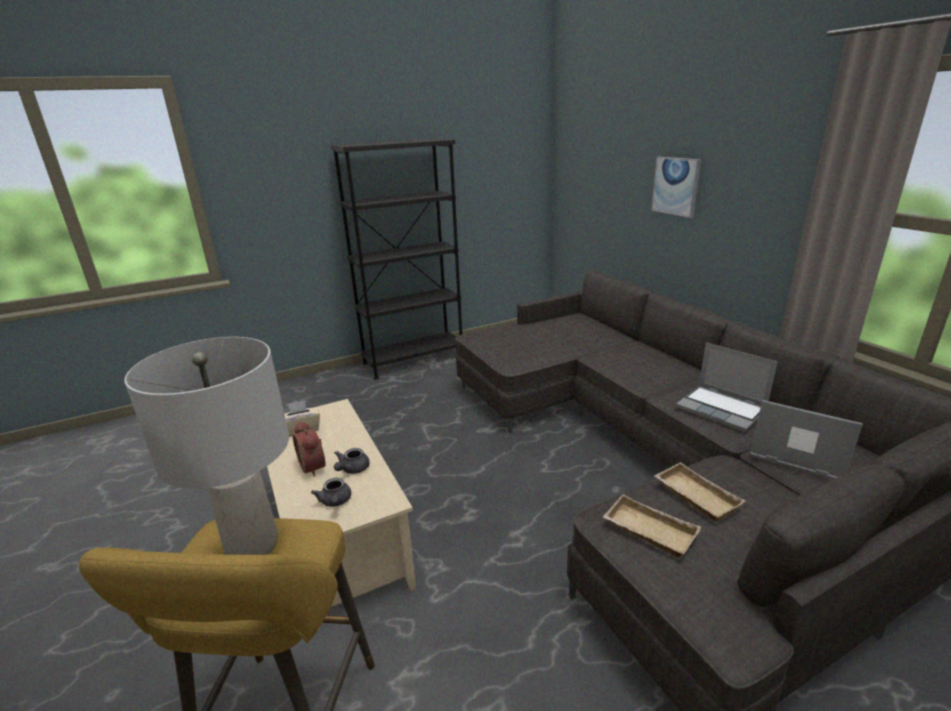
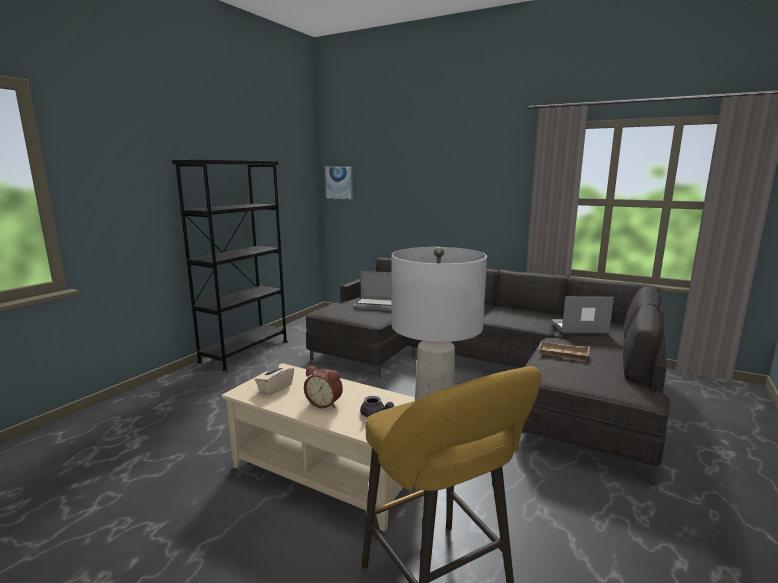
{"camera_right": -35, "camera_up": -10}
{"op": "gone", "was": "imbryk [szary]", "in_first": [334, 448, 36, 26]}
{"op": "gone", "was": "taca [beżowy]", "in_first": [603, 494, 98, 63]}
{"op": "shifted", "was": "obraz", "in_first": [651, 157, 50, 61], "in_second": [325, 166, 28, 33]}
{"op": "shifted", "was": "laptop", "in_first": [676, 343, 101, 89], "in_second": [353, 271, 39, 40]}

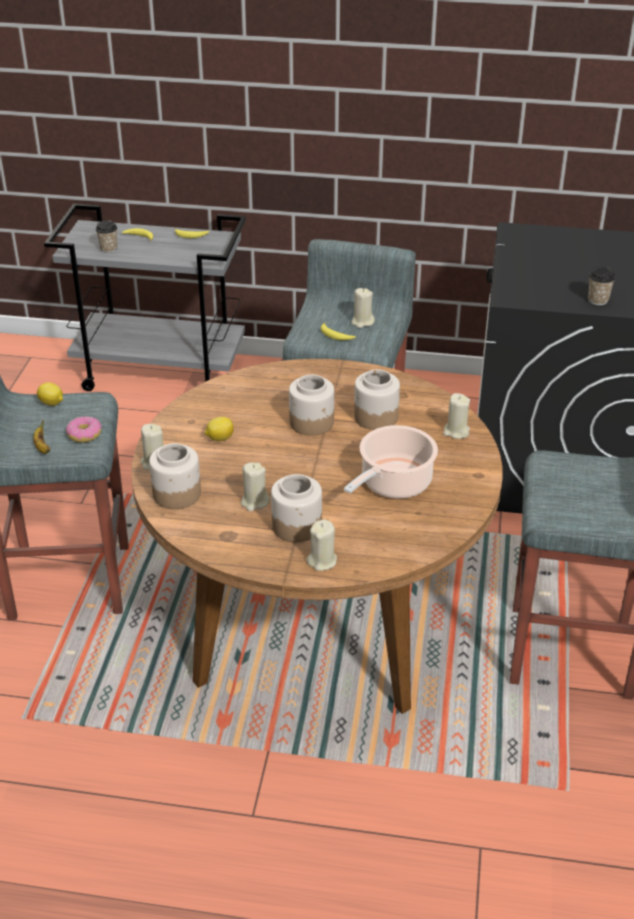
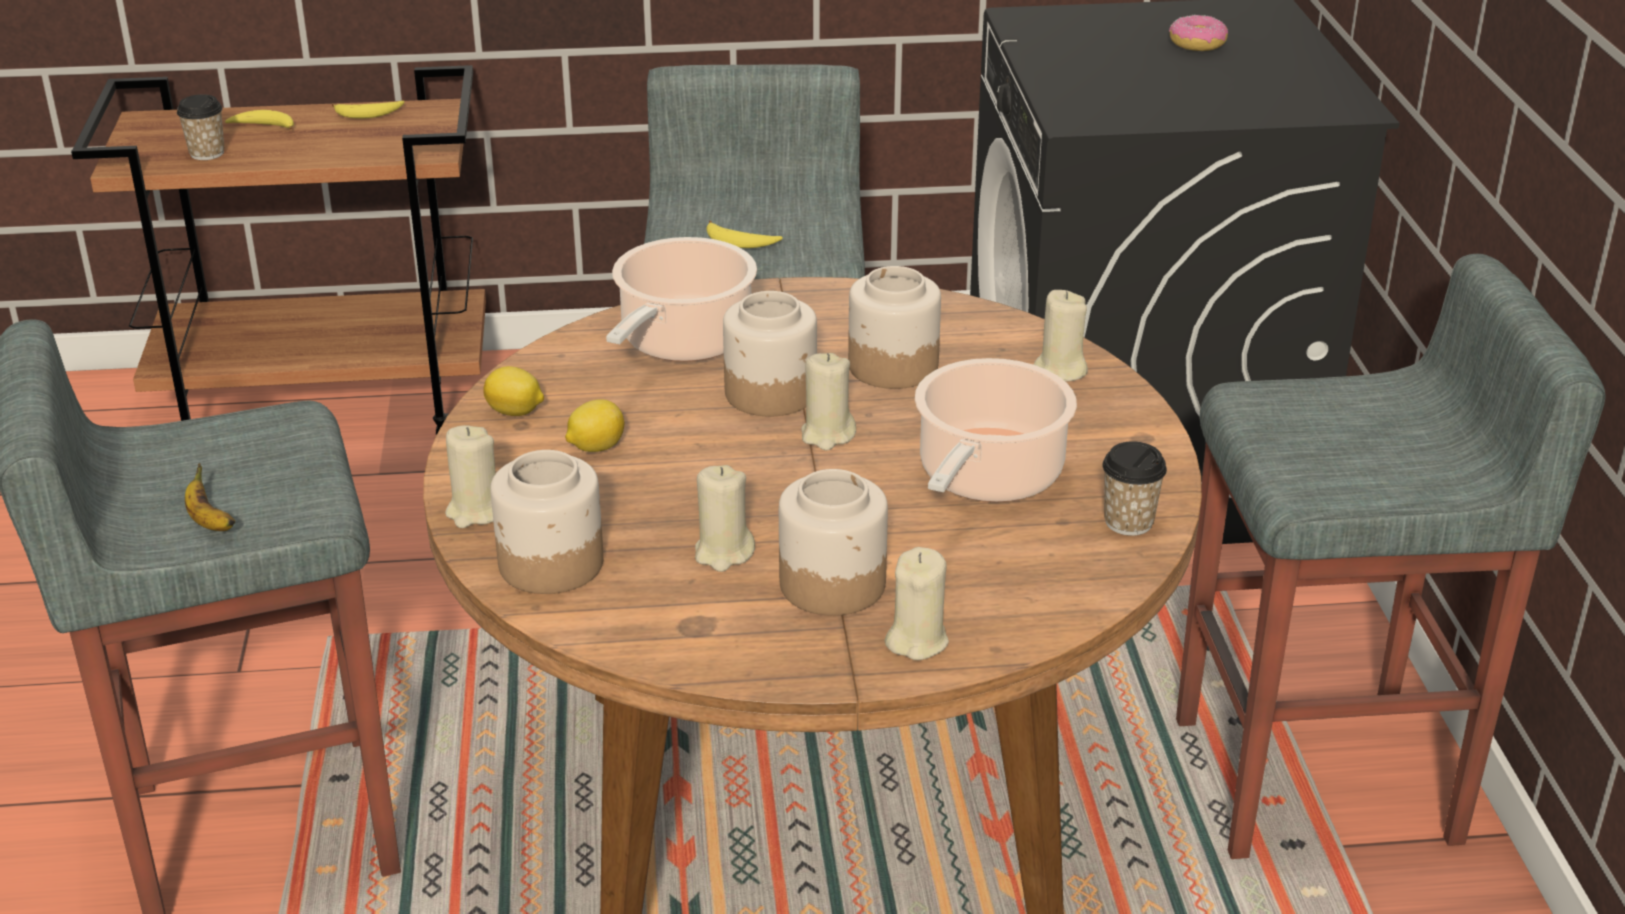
{"camera_right": -15, "camera_up": -5}
{"op": "new", "now": "garnek", "in_second": [606, 237, 151, 125]}
{"op": "shifted", "was": "cytryna", "in_first": [37, 382, 26, 24], "in_second": [483, 366, 61, 50]}
{"op": "shifted", "was": "donut", "in_first": [66, 416, 35, 27], "in_second": [1169, 15, 59, 36]}
{"op": "shifted", "was": "świeca [beżowy]", "in_first": [351, 288, 24, 40], "in_second": [801, 353, 55, 98]}
{"op": "shifted", "was": "filiżanka", "in_first": [588, 267, 27, 38], "in_second": [1102, 441, 65, 95]}
{"op": "repainted", "was": "wózek [szary]", "now": "wózek [brązowy]", "in_first": [44, 204, 202, 187], "in_second": [71, 65, 415, 370]}

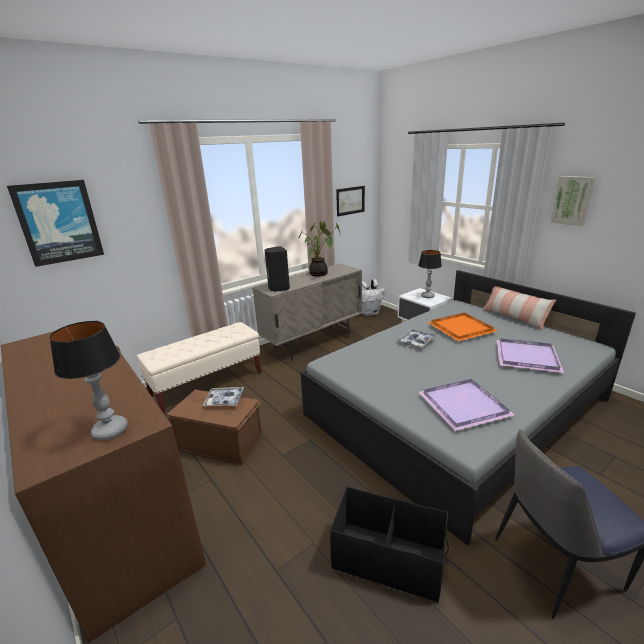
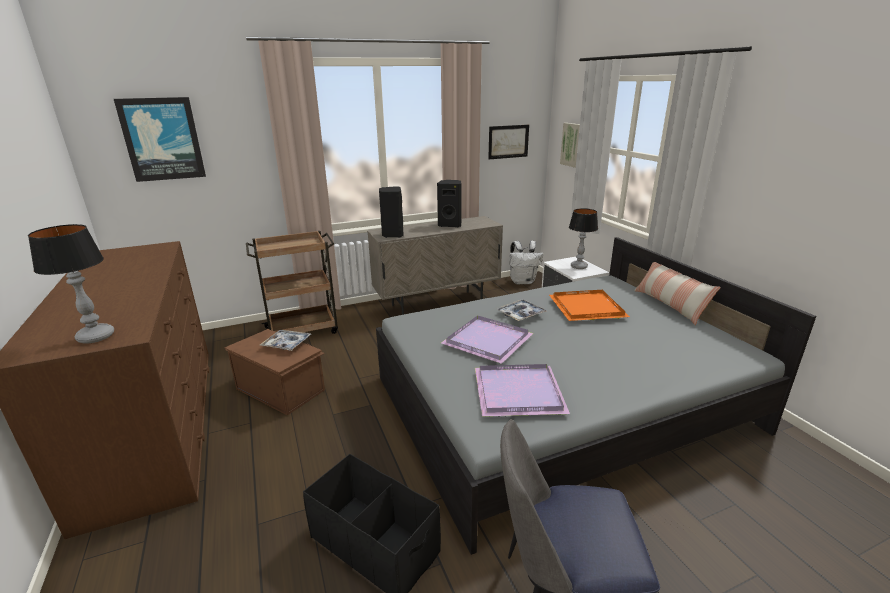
{"camera_right": 15, "camera_up": 0}
{"op": "shifted", "was": "taca [fioletowy]", "in_first": [497, 339, 67, 34], "in_second": [441, 315, 92, 49]}
{"op": "shifted", "was": "obraz", "in_first": [550, 176, 45, 50], "in_second": [560, 123, 20, 45]}
{"op": "swapped", "was": "ławka [beżowy]", "now": "wózek [brązowy]", "in_first": [137, 322, 125, 91], "in_second": [246, 231, 92, 103]}
{"op": "swapped", "was": "roślina doniczkowa", "now": "głośnik [czarny]", "in_first": [298, 221, 43, 56], "in_second": [437, 180, 24, 47]}

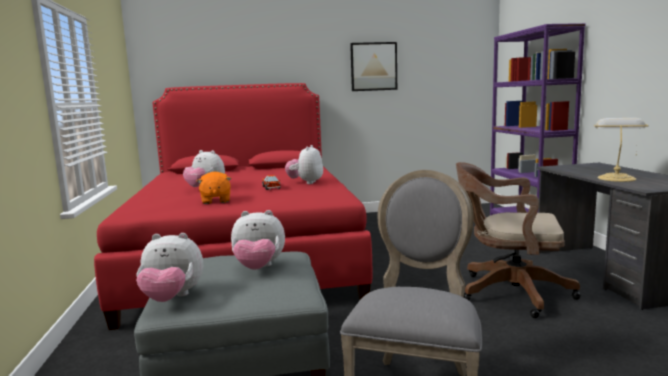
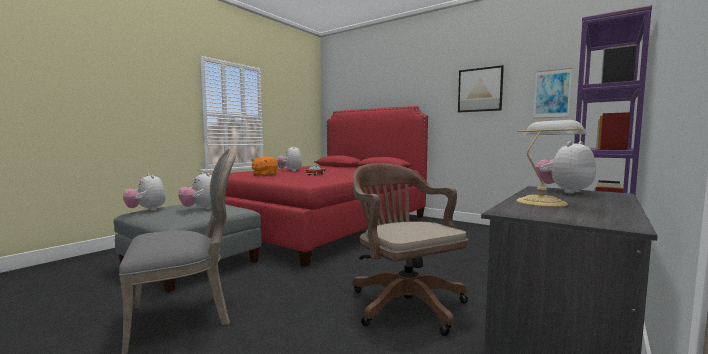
{"camera_right": 45, "camera_up": -5}
{"op": "new", "now": "obraz", "in_second": [533, 68, 39, 51]}
{"op": "shifted", "was": "pluszak", "in_first": [285, 145, 38, 39], "in_second": [535, 141, 61, 52]}

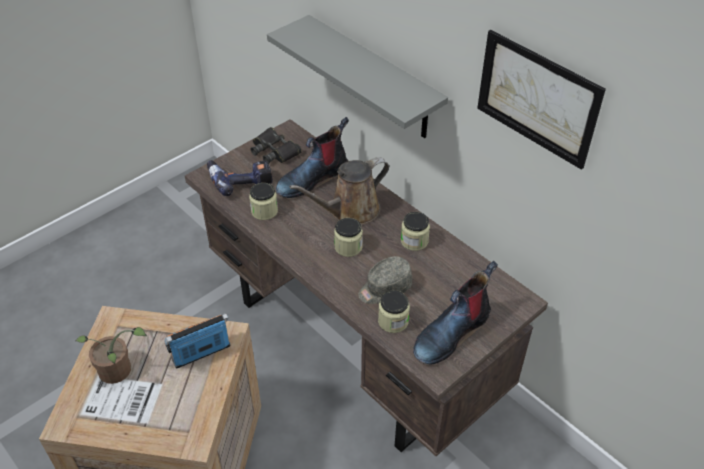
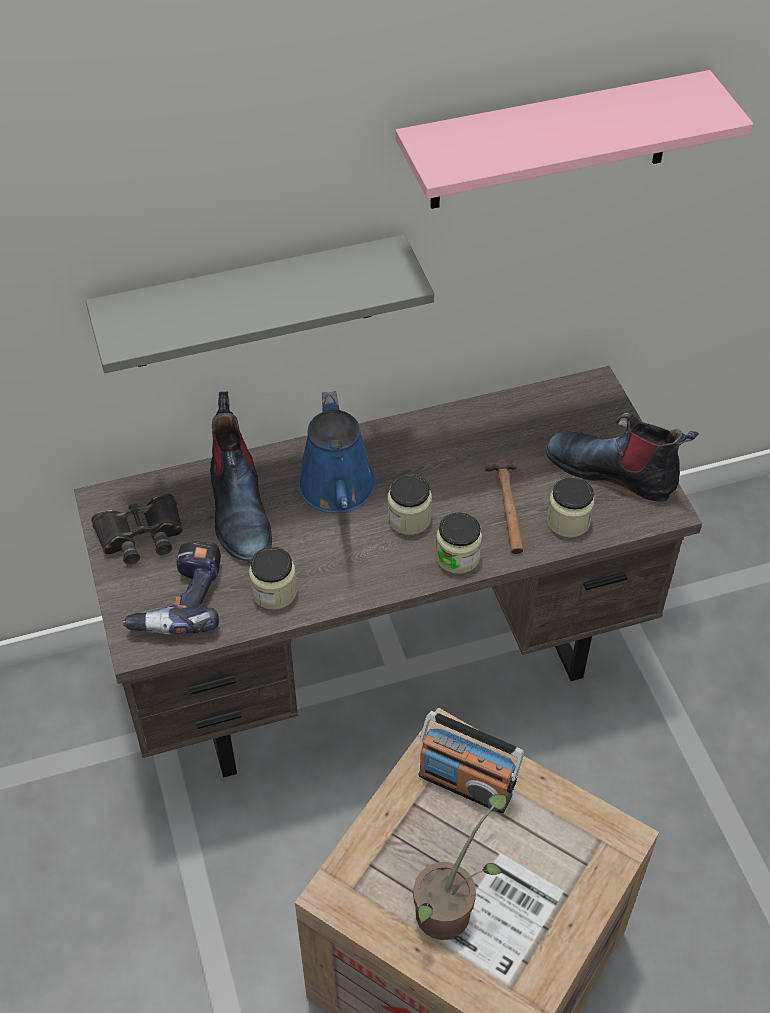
{"camera_right": -65, "camera_up": 5}
{"op": "shifted", "was": "słoik", "in_first": [401, 212, 29, 39], "in_second": [436, 512, 46, 62]}
{"op": "swapped", "was": "czapka z daszkiem [szary]", "now": "młotek", "in_first": [358, 256, 54, 48], "in_second": [484, 459, 39, 95]}
{"op": "swapped", "was": "obraz", "now": "półka [różowy]", "in_first": [477, 30, 129, 140], "in_second": [396, 70, 358, 139]}
{"op": "repainted", "was": "konewka [brązowy]", "now": "konewka [niebieski]", "in_first": [289, 157, 100, 67], "in_second": [298, 391, 78, 122]}
{"op": "rotated", "was": "radio", "in_first": [165, 313, 66, 56], "in_second": [419, 711, 105, 103], "clockwise": -60}
{"op": "rotated", "was": "but z cholewką", "in_first": [413, 261, 85, 104], "in_second": [546, 412, 153, 90], "clockwise": 135}

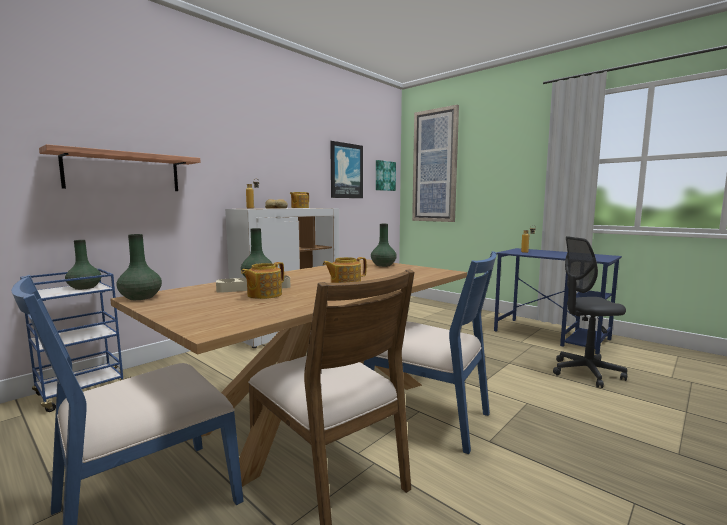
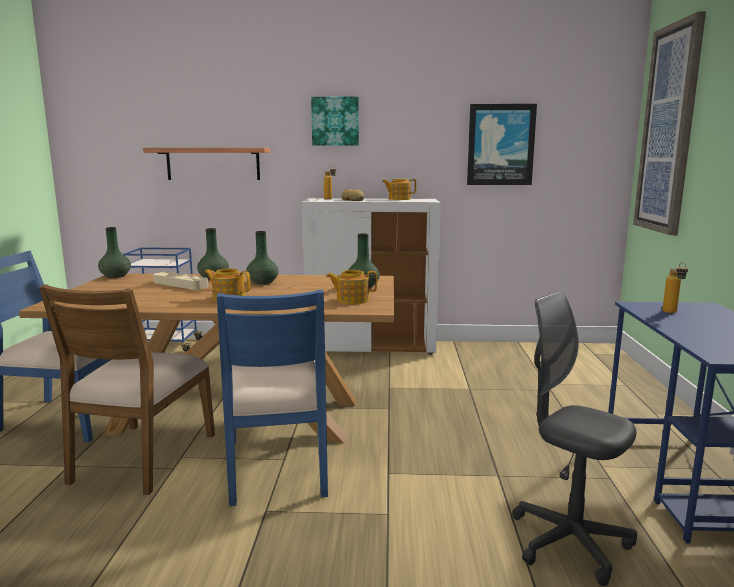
{"camera_right": 50, "camera_up": 5}
{"op": "shifted", "was": "wazon [zielony]", "in_first": [65, 240, 36, 50], "in_second": [246, 231, 33, 54]}
{"op": "shifted", "was": "imbryk", "in_first": [241, 262, 43, 37], "in_second": [326, 270, 51, 34]}
{"op": "shifted", "was": "obraz", "in_first": [376, 160, 20, 31], "in_second": [311, 97, 48, 49]}

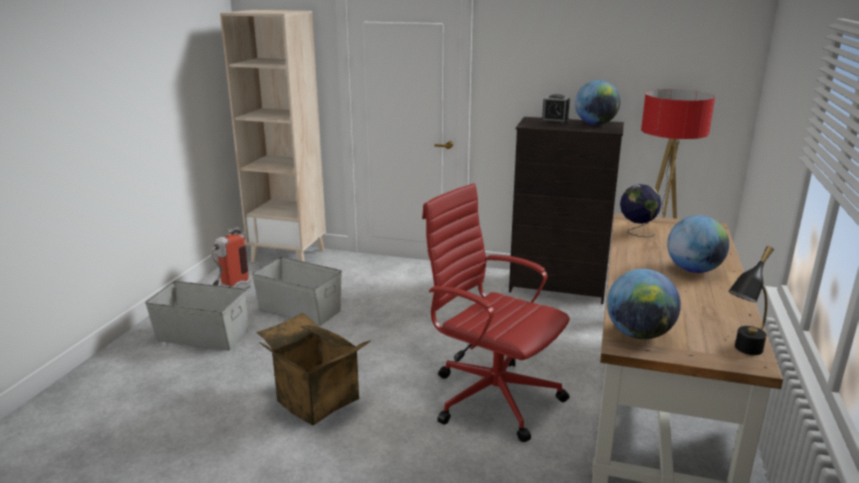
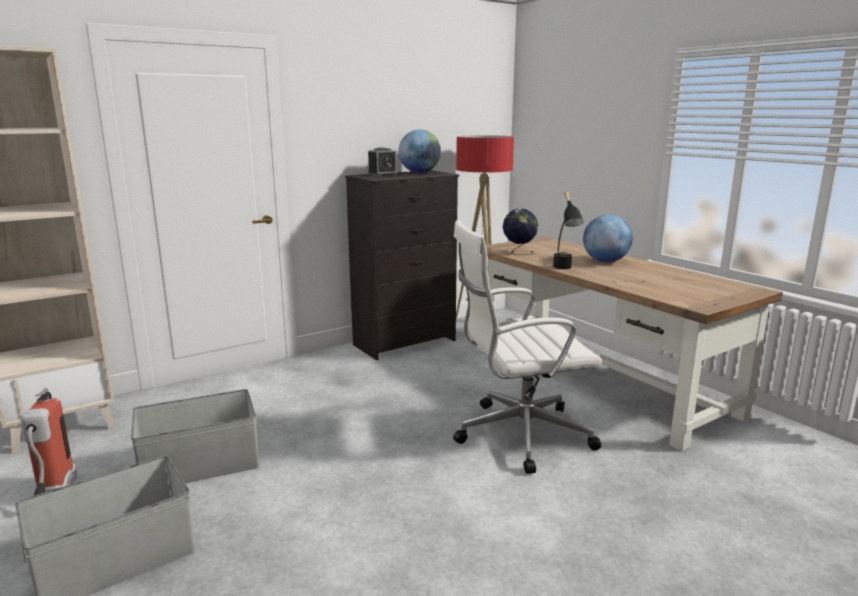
{"camera_right": -50, "camera_up": -5}
{"op": "gone", "was": "karton", "in_first": [256, 313, 115, 112]}
{"op": "gone", "was": "globus", "in_first": [607, 269, 74, 70]}
{"op": "shifted", "was": "lampa stołowa [czarny]", "in_first": [728, 246, 46, 109], "in_second": [553, 191, 31, 78]}
{"op": "repainted", "was": "krzesło biurowe [czerwony]", "now": "krzesło biurowe [biały]", "in_first": [422, 183, 148, 259], "in_second": [453, 220, 149, 254]}

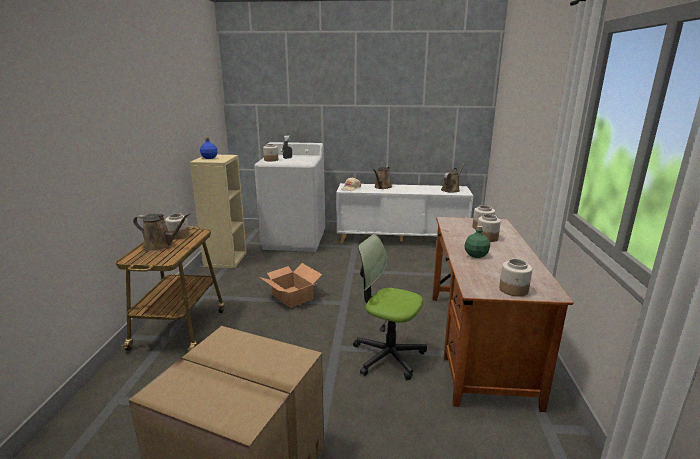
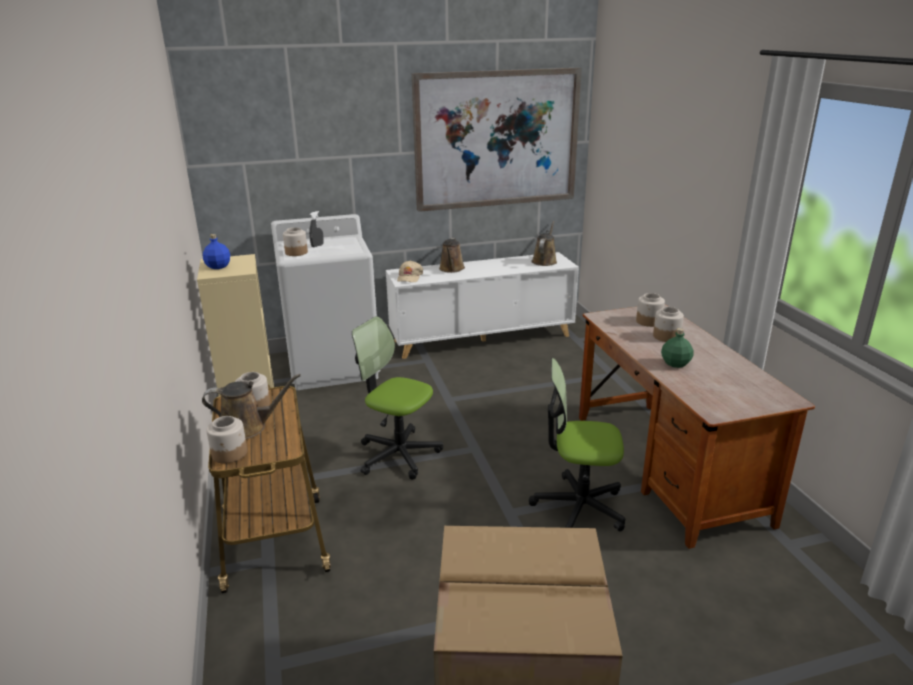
{"camera_right": -20, "camera_up": 5}
{"op": "new", "now": "obraz", "in_second": [412, 68, 170, 144]}
{"op": "shifted", "was": "słoik", "in_first": [499, 259, 33, 38], "in_second": [206, 416, 41, 48]}
{"op": "swapped", "was": "karton", "now": "krzesło biurowe", "in_first": [260, 263, 62, 45], "in_second": [352, 316, 91, 164]}

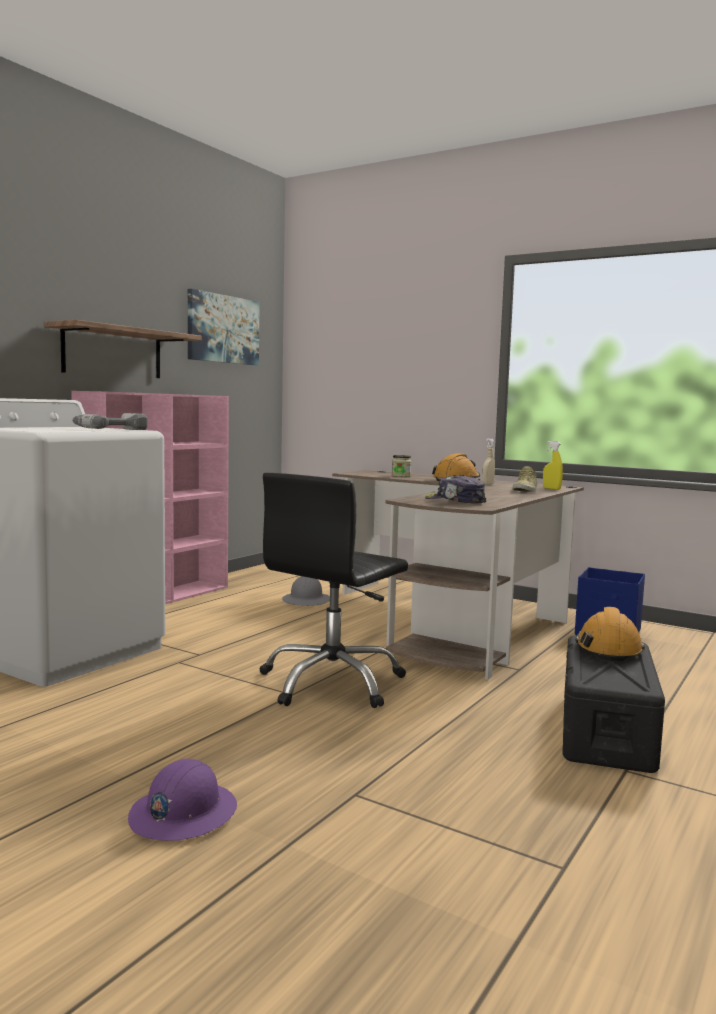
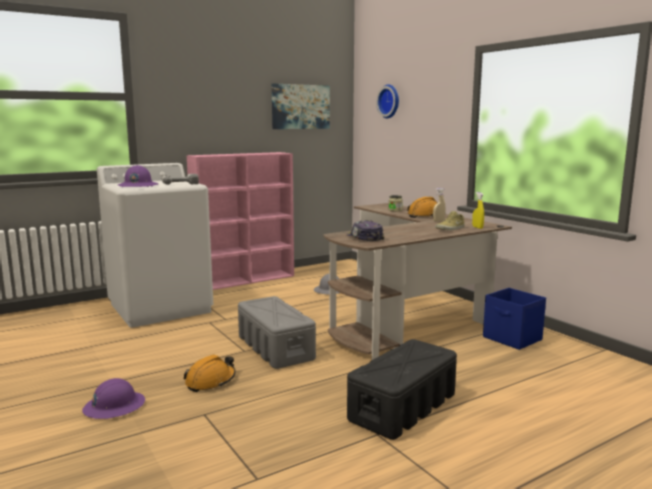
{"camera_right": 25, "camera_up": 5}
{"op": "gone", "was": "półka", "in_first": [44, 320, 157, 58]}
{"op": "new", "now": "kask [fioletowy]", "in_second": [118, 165, 41, 22]}
{"op": "new", "now": "zegar ścienny", "in_second": [376, 84, 23, 34]}
{"op": "shifted", "was": "kask [pomarańczowy]", "in_first": [576, 607, 69, 54], "in_second": [184, 354, 52, 38]}
{"op": "swapped", "was": "krzesło biurowe [czarny]", "now": "pojemnik do przechowywania [szary]", "in_first": [260, 473, 148, 235], "in_second": [238, 296, 78, 73]}

